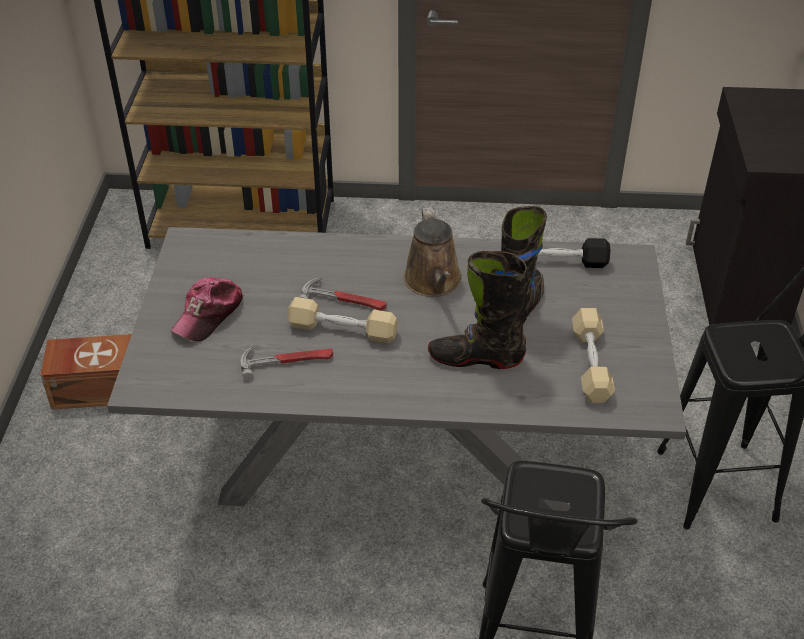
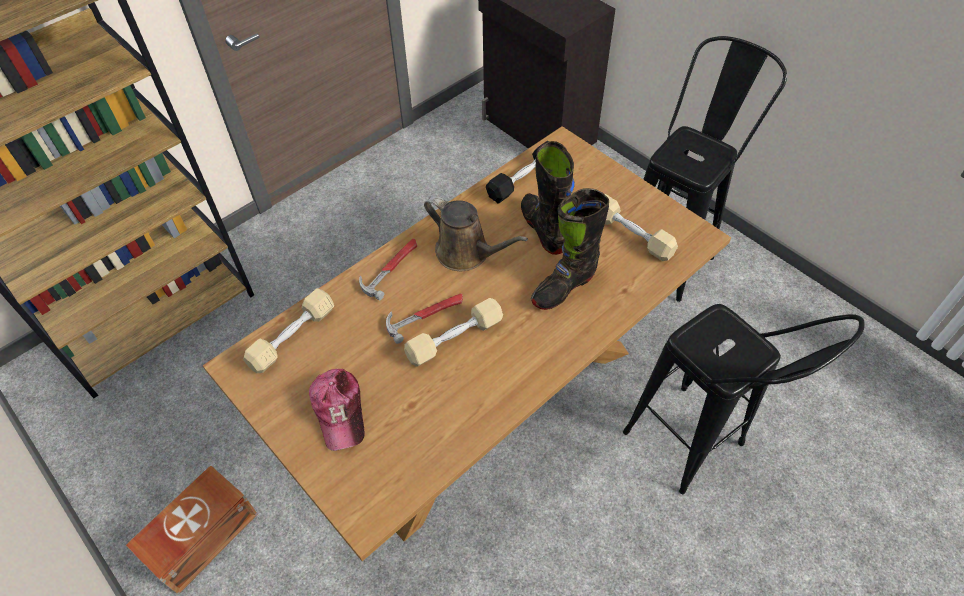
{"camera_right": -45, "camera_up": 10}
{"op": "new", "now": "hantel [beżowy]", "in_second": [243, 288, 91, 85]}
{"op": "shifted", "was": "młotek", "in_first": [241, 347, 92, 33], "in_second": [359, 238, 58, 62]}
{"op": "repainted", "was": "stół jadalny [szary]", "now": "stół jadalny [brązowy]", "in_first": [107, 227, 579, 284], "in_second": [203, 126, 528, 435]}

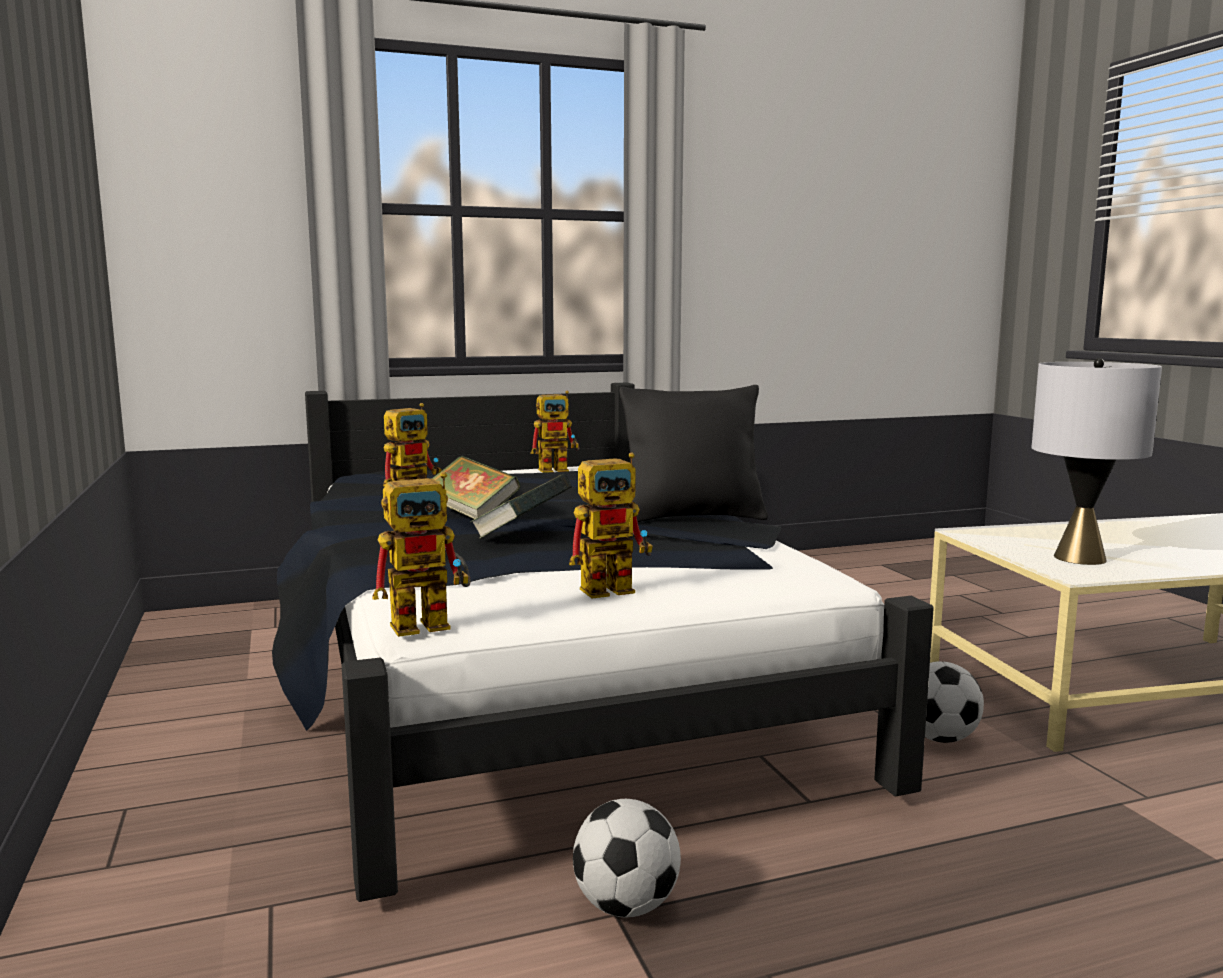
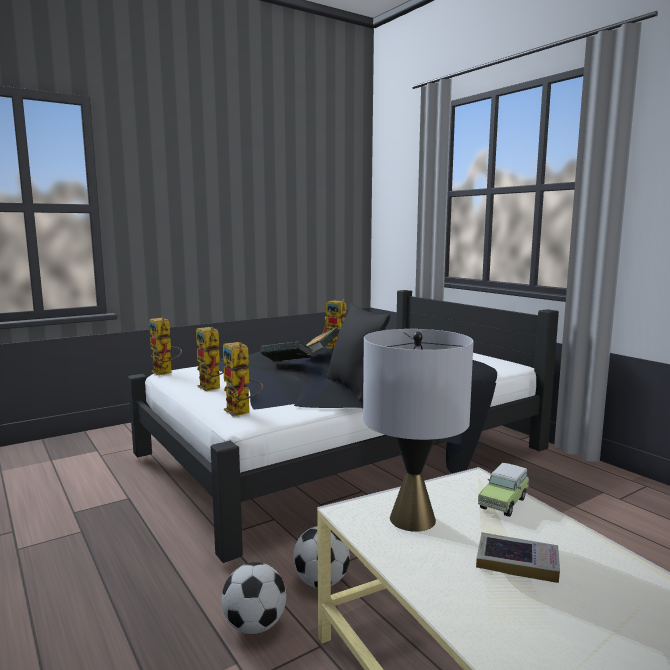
{"camera_right": 75, "camera_up": 0}
{"op": "new", "now": "książka", "in_second": [476, 532, 84, 51]}
{"op": "new", "now": "samochodzik", "in_second": [478, 463, 51, 54]}
{"op": "shifted", "was": "robot zabawkowy", "in_first": [531, 391, 48, 82], "in_second": [223, 342, 40, 75]}
{"op": "shifted", "was": "piłka futbolowa", "in_first": [573, 799, 108, 118], "in_second": [222, 562, 64, 72]}

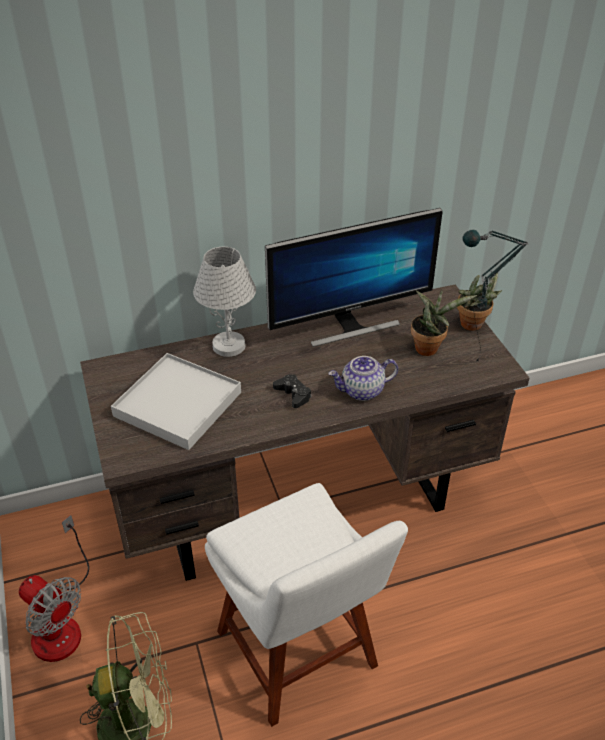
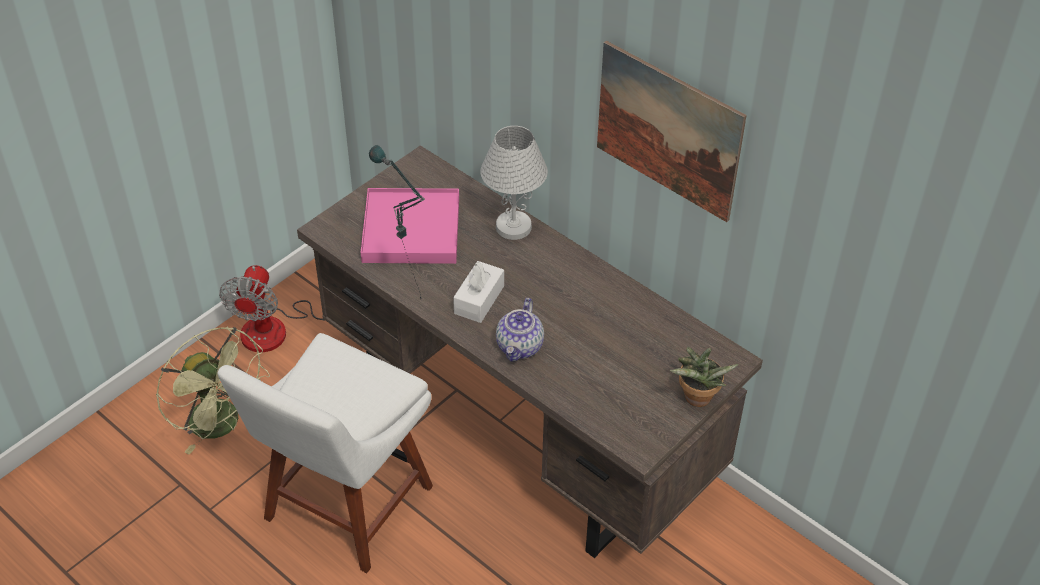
{"camera_right": 60, "camera_up": 5}
{"op": "gone", "was": "monitor", "in_first": [265, 208, 178, 139]}
{"op": "gone", "was": "roślina doniczkowa", "in_first": [411, 290, 66, 66]}
{"op": "new", "now": "obraz", "in_second": [597, 41, 150, 181]}
{"op": "shifted", "was": "lampa stołowa", "in_first": [462, 230, 66, 131], "in_second": [369, 145, 56, 156]}
{"op": "swapped", "was": "pad do gier [czarny]", "now": "pudełko chusteczek [biały]", "in_first": [273, 374, 38, 34], "in_second": [453, 261, 51, 62]}
{"op": "repainted", "was": "taca [biały]", "now": "taca [różowy]", "in_first": [111, 353, 130, 97], "in_second": [360, 188, 99, 76]}
{"op": "rotated", "was": "imbryk", "in_first": [328, 356, 70, 45], "in_second": [496, 298, 48, 64], "clockwise": -120}

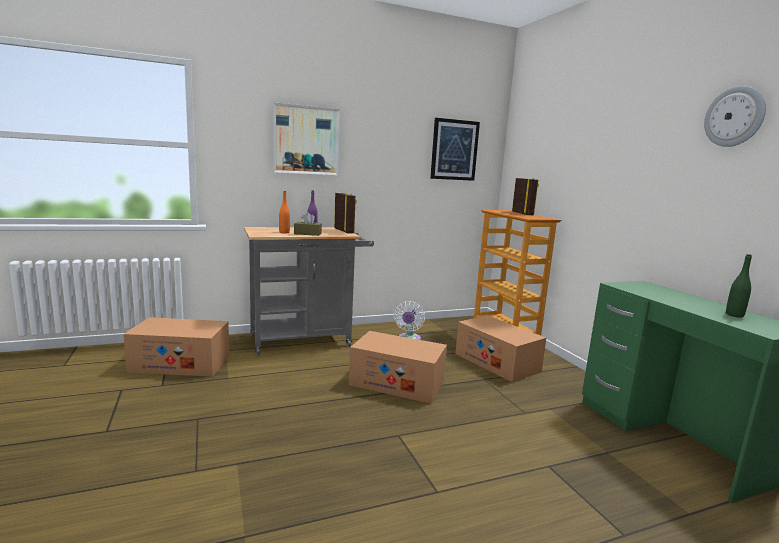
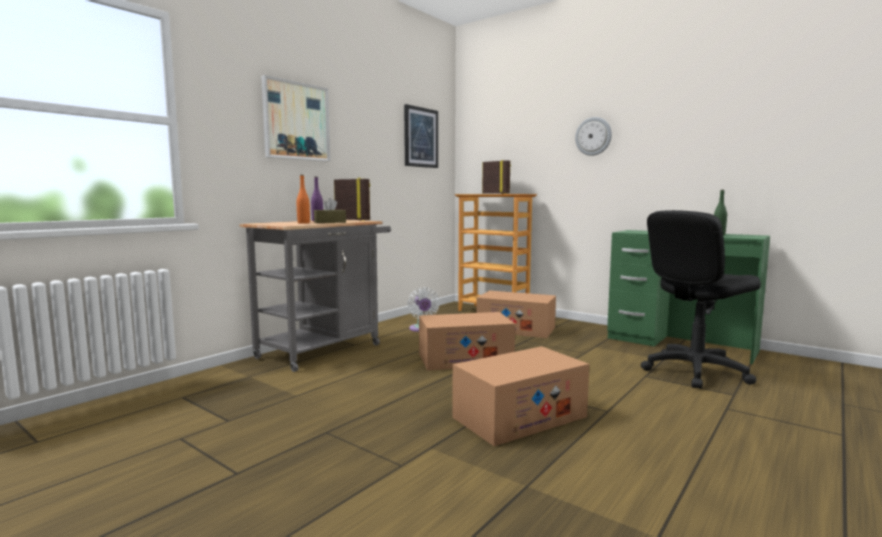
{"camera_right": -30, "camera_up": -5}
{"op": "new", "now": "krzesło biurowe [czarny]", "in_second": [641, 210, 120, 179]}
{"op": "shifted", "was": "karton", "in_first": [123, 317, 106, 60], "in_second": [452, 346, 137, 100]}
{"op": "shifted", "was": "zegar ścienny", "in_first": [704, 86, 62, 61], "in_second": [575, 117, 37, 39]}

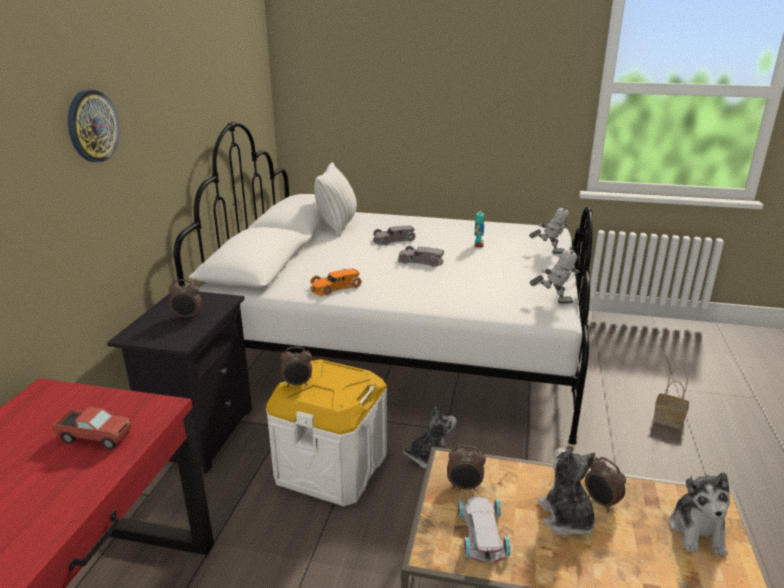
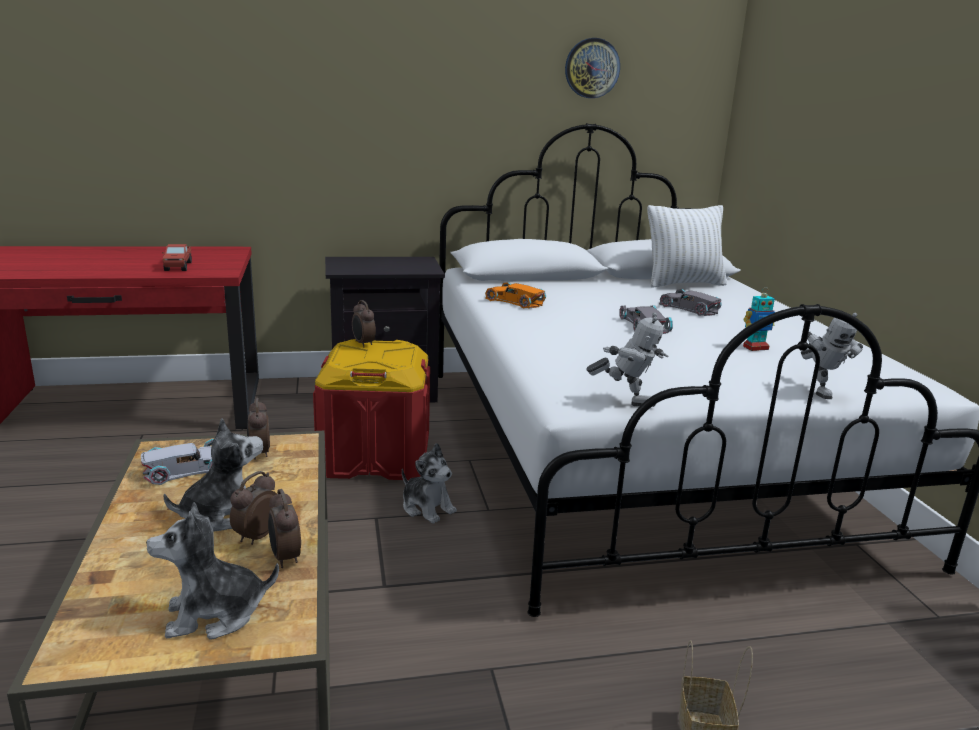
{"camera_right": 65, "camera_up": -5}
{"op": "shifted", "was": "zegar ścienny", "in_first": [68, 90, 51, 72], "in_second": [565, 38, 55, 60]}
{"op": "shifted", "was": "budzik", "in_first": [169, 279, 32, 40], "in_second": [268, 489, 33, 79]}
{"op": "repainted", "was": "pojemnik do przechowywania [biały]", "now": "pojemnik do przechowywania [czerwony]", "in_first": [266, 359, 121, 147], "in_second": [313, 339, 117, 141]}
{"op": "rotated", "was": "robot zabawkowy", "in_first": [529, 246, 51, 58], "in_second": [586, 312, 83, 95], "clockwise": -60}

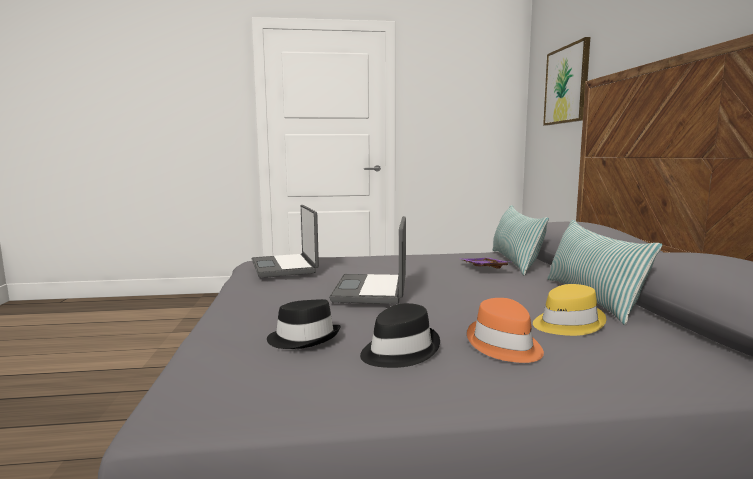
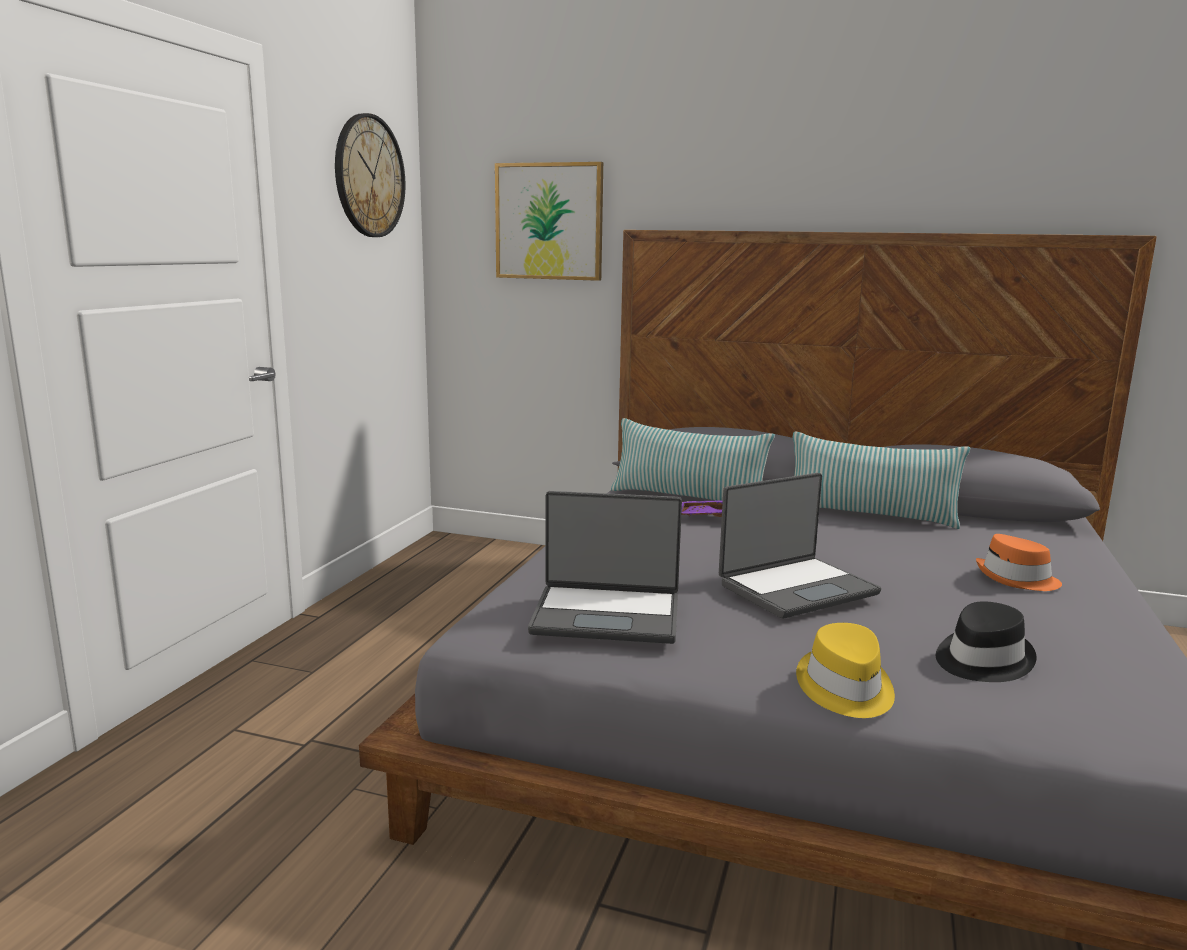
{"camera_right": -65, "camera_up": 5}
{"op": "gone", "was": "kapelusz [czarny]", "in_first": [360, 303, 80, 65]}
{"op": "new", "now": "zegar ścienny", "in_second": [335, 113, 70, 124]}
{"op": "shifted", "was": "kapelusz [żółty]", "in_first": [533, 284, 73, 52], "in_second": [796, 623, 99, 95]}
{"op": "rotated", "was": "laptop", "in_first": [329, 216, 77, 88], "in_second": [719, 473, 162, 145], "clockwise": -60}

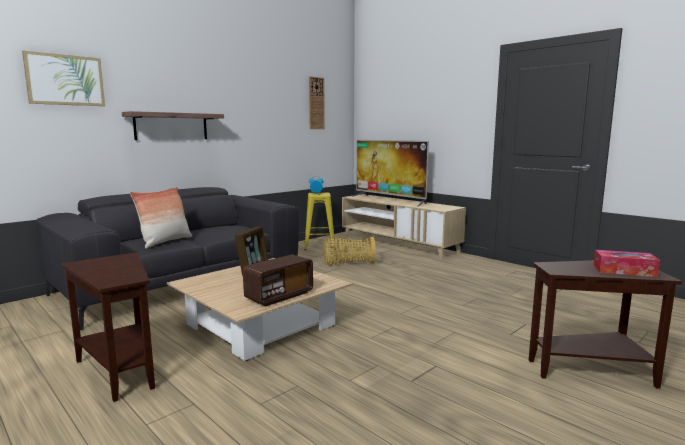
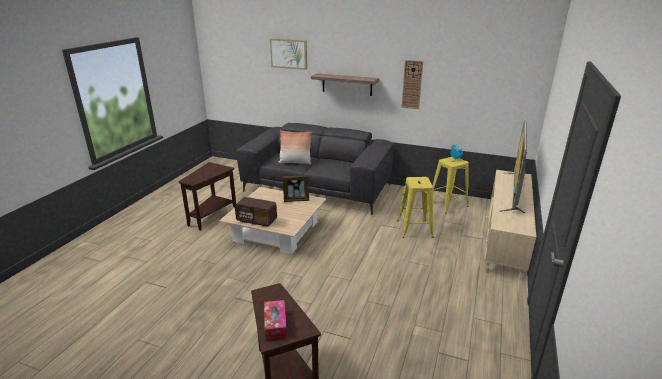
{"camera_right": 65, "camera_up": 15}
{"op": "shifted", "was": "zegar ścienny", "in_first": [309, 76, 16, 53], "in_second": [402, 60, 21, 49]}
{"op": "swapped", "was": "koszyk", "now": "stołek [żółty]", "in_first": [323, 237, 53, 28], "in_second": [397, 177, 37, 61]}

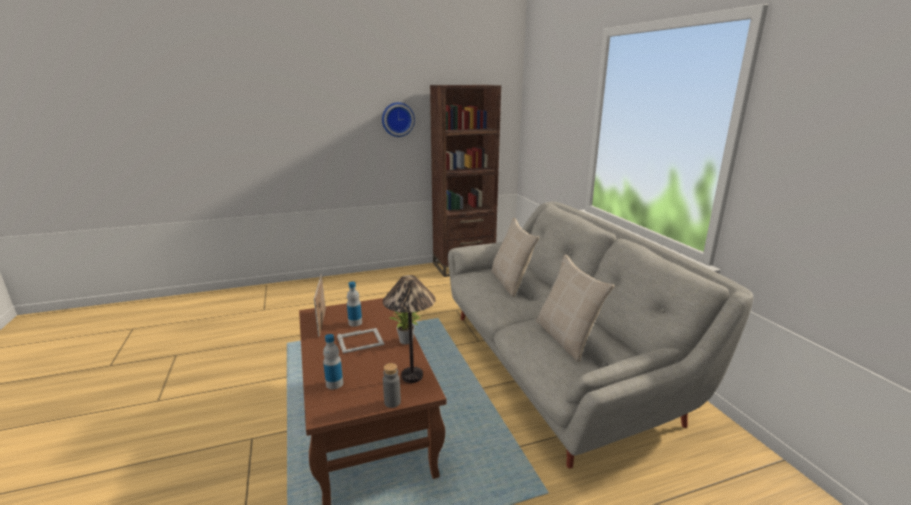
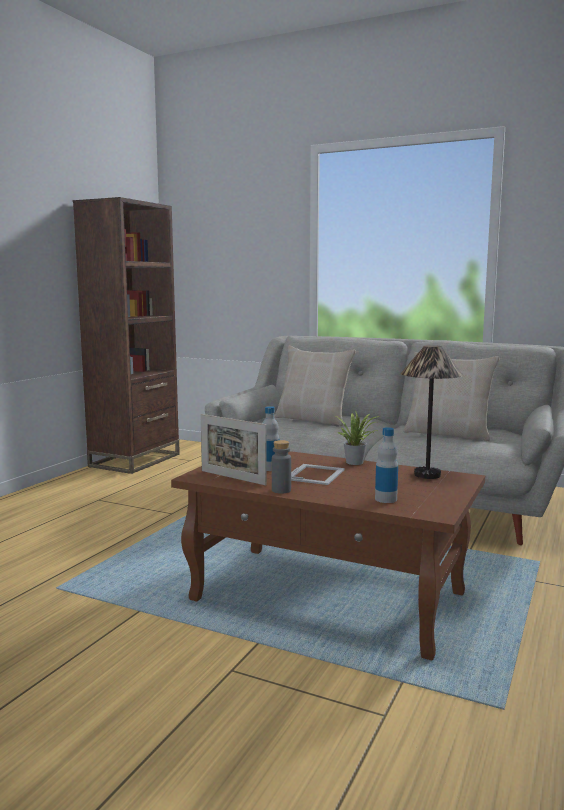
{"camera_right": -45, "camera_up": -10}
{"op": "gone", "was": "zegar ścienny", "in_first": [382, 102, 33, 35]}
{"op": "shifted", "was": "butelka [szary]", "in_first": [383, 363, 18, 45], "in_second": [272, 440, 19, 54]}

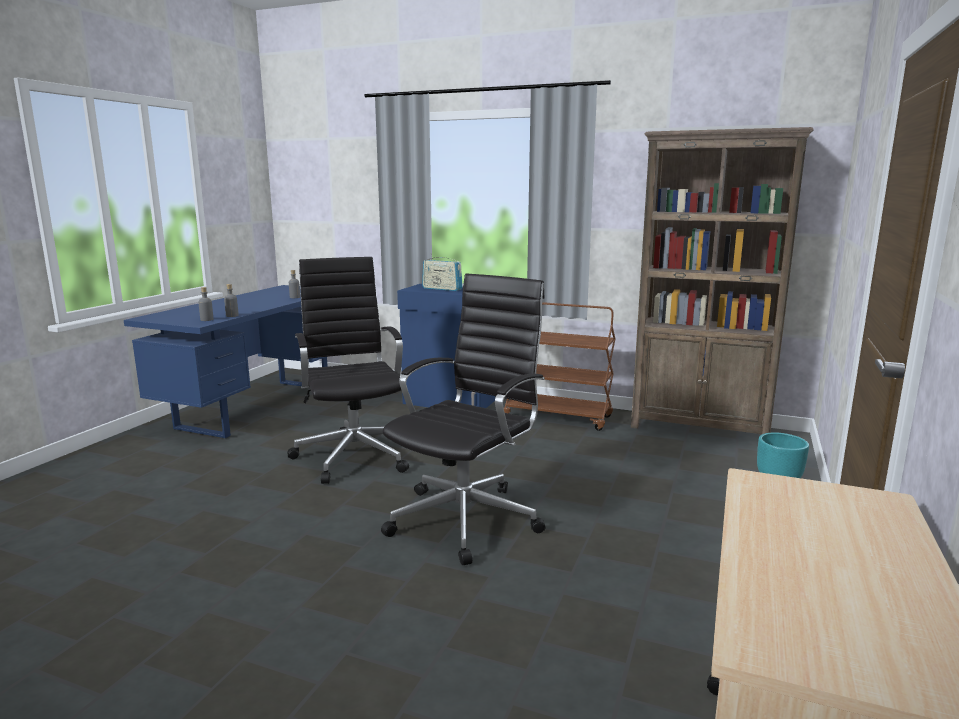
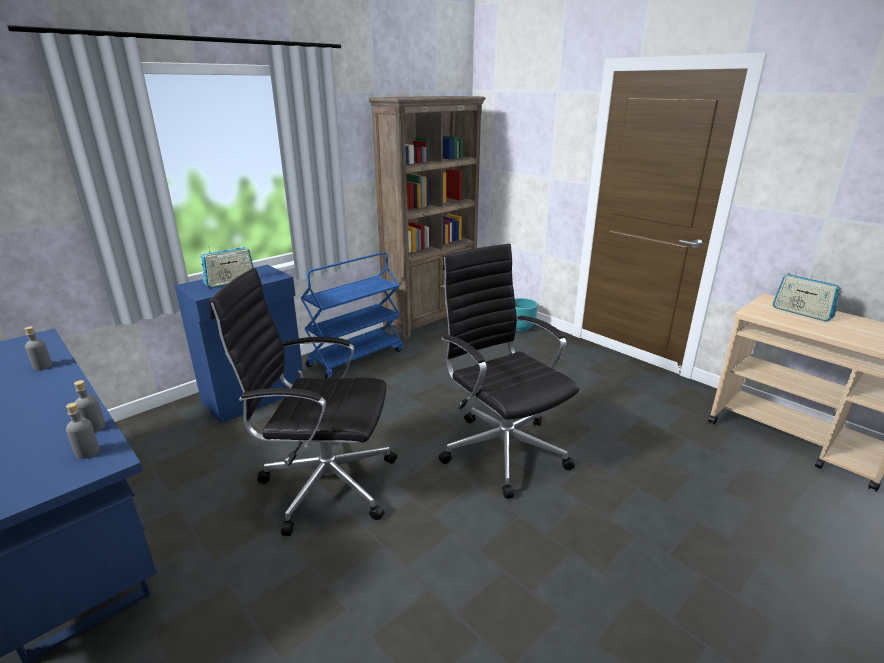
{"camera_right": -65, "camera_up": 10}
{"op": "new", "now": "radio", "in_second": [773, 268, 69, 53]}
{"op": "repainted", "was": "wózek [brązowy]", "now": "wózek [niebieski]", "in_first": [504, 302, 112, 129], "in_second": [301, 252, 102, 127]}

